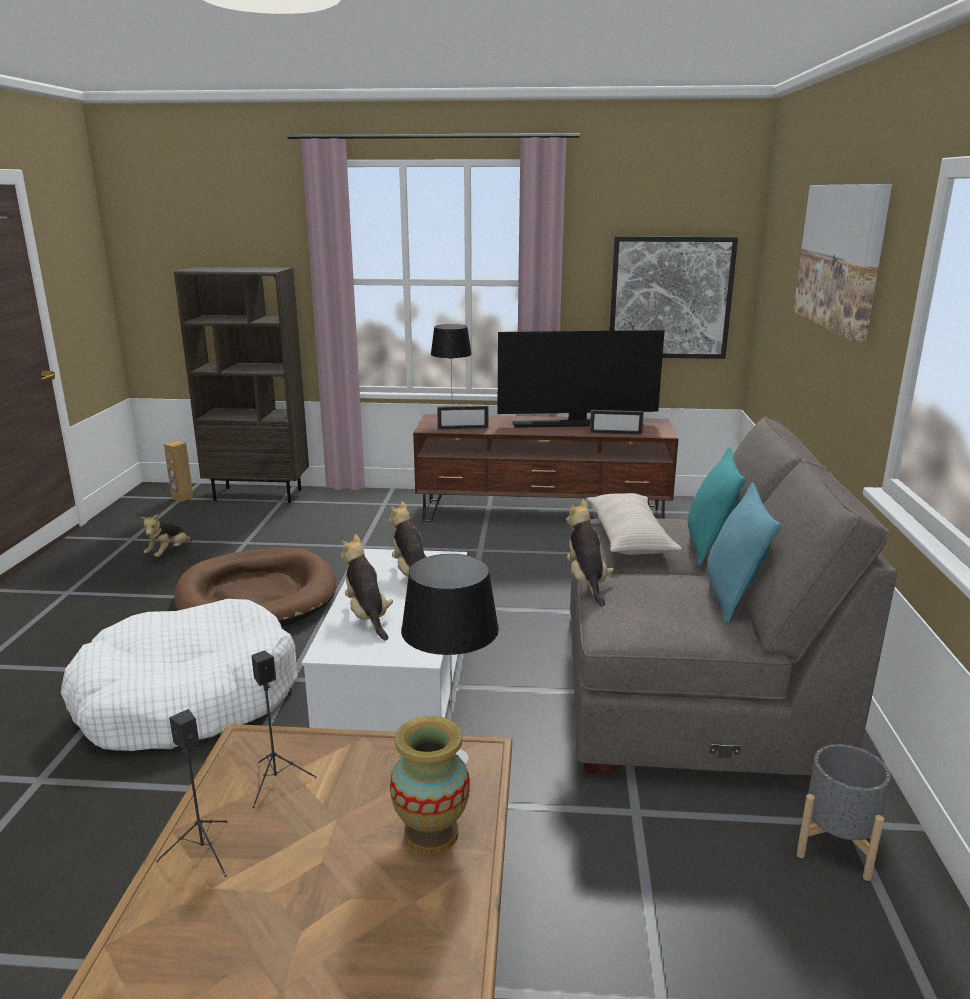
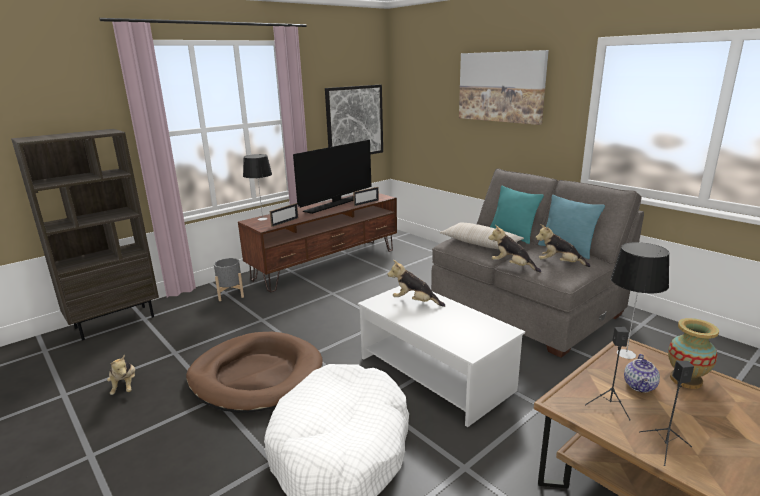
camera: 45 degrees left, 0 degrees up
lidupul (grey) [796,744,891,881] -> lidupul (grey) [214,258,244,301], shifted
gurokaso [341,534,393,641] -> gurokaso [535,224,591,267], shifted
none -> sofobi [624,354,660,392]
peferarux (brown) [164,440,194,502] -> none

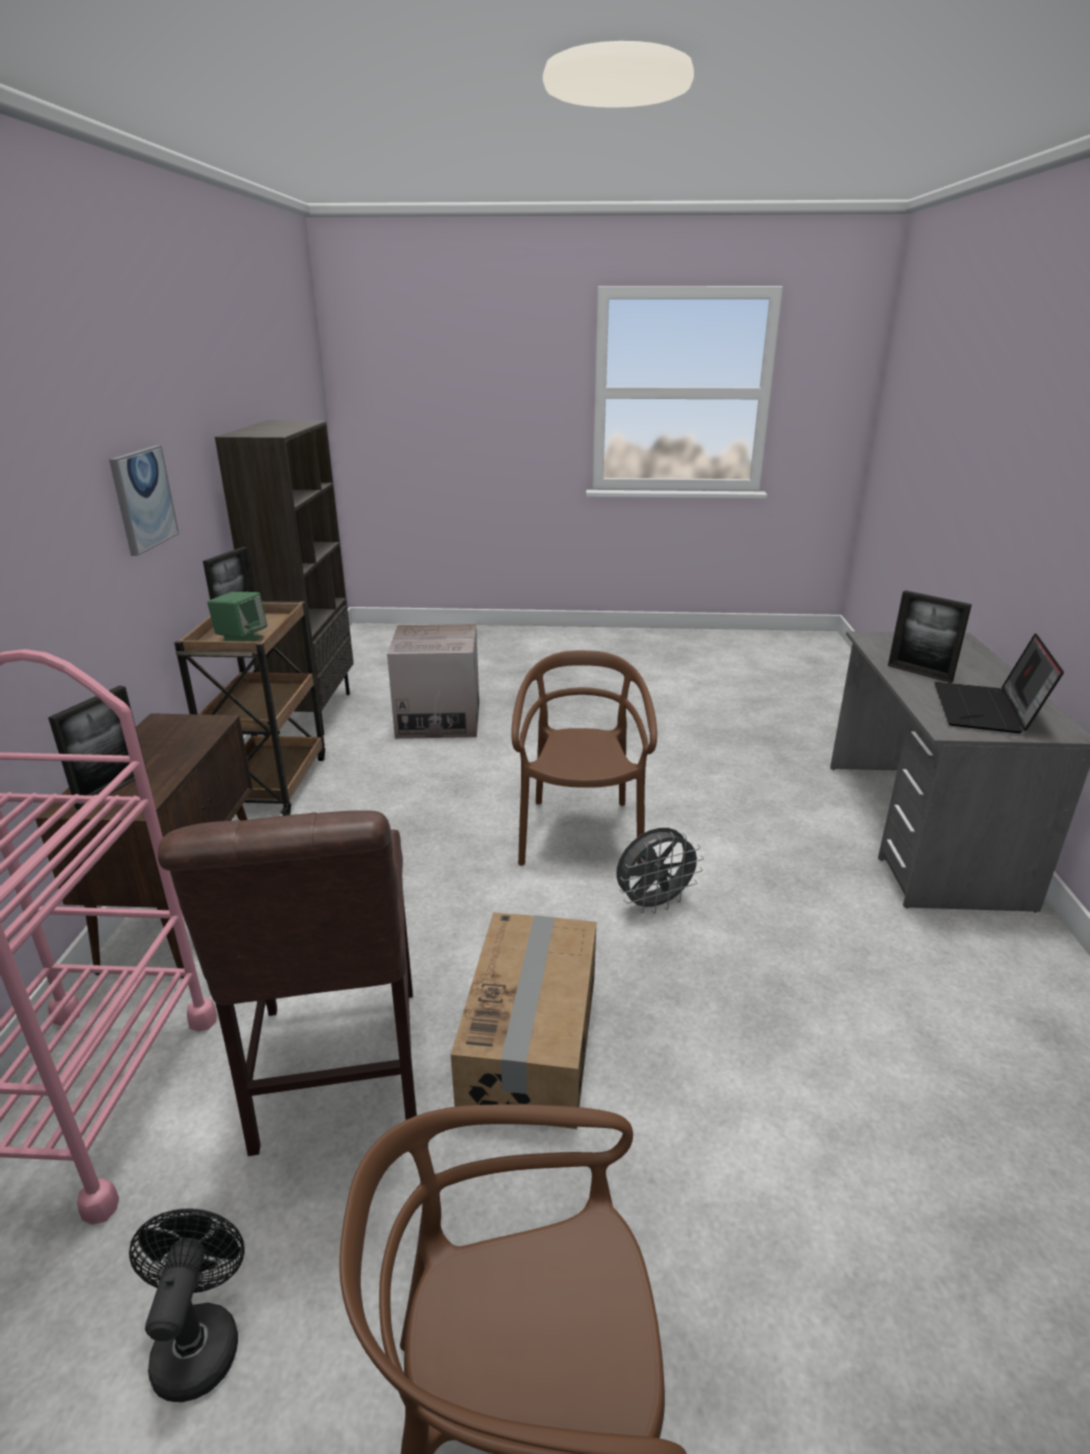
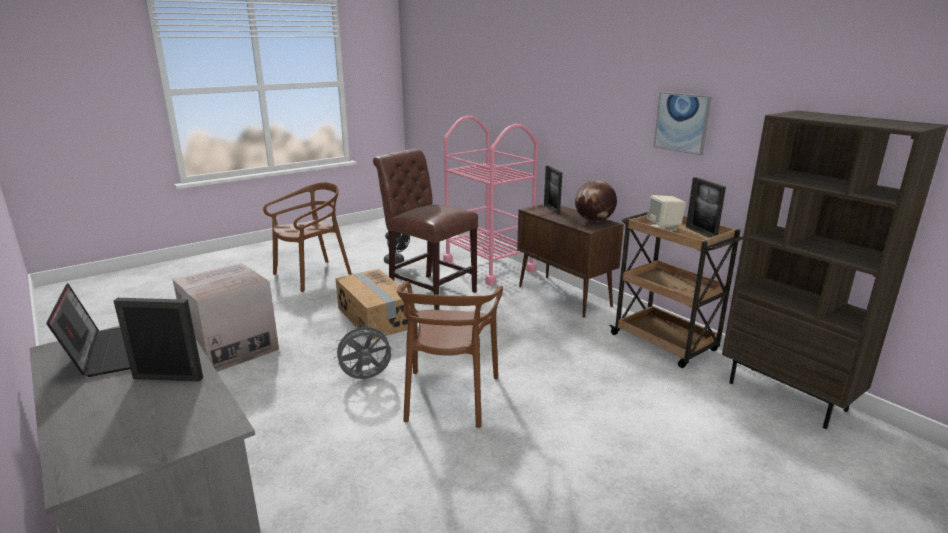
camera: 140 degrees right, 5 degrees down
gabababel [387,624,479,739] -> gabababel [172,262,279,372], shifted
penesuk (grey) [616,828,704,914] -> penesuk (grey) [333,323,393,379], 45 degrees clockwise
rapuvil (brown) [511,650,657,866] -> rapuvil (brown) [397,281,503,428], 45 degrees clockwise
none -> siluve [575,180,617,222]
peferarux (green) [207,592,267,642] -> peferarux (beige) [647,195,686,231]

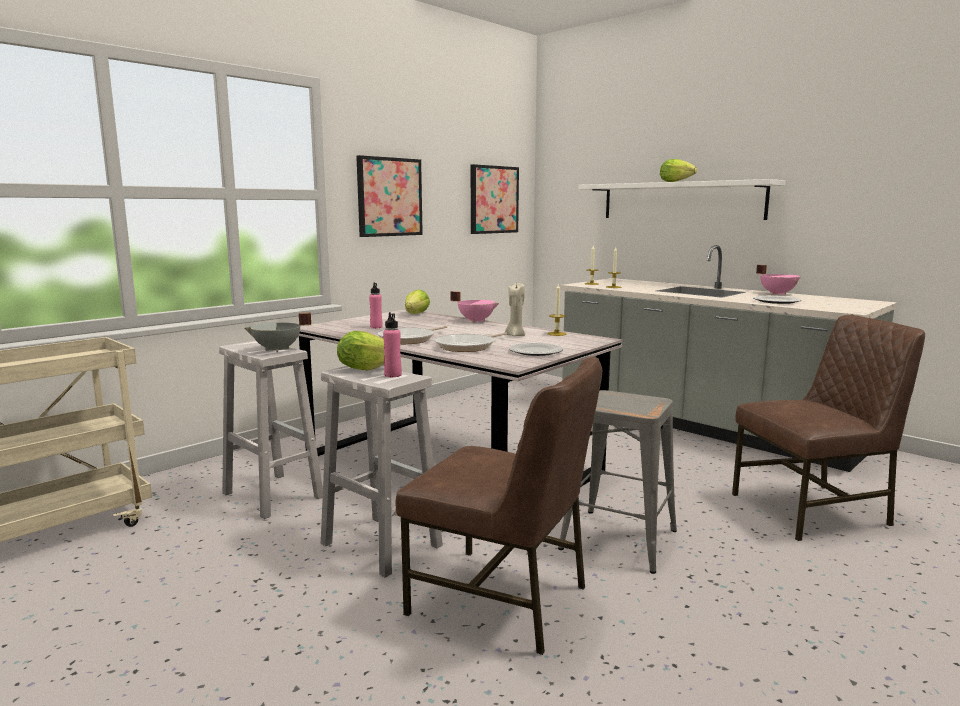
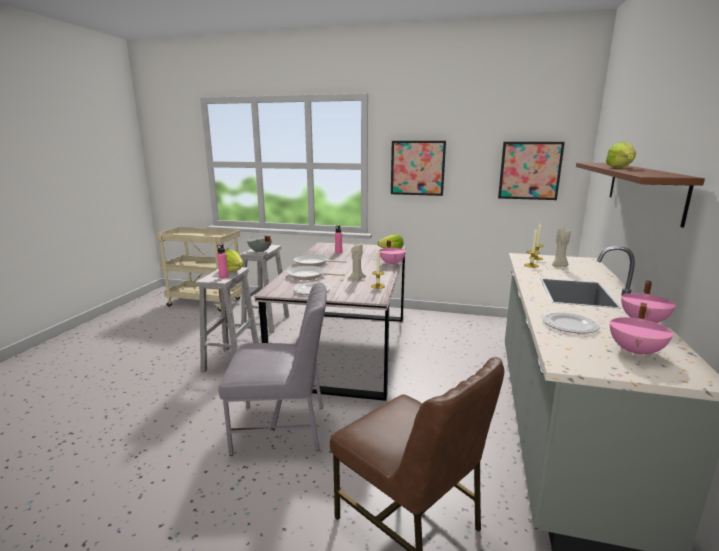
camera: 60 degrees right, 5 degrees up
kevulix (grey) [558,390,677,574] -> rapuvil (grey) [219,282,327,456]
none -> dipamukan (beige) [552,228,571,267]
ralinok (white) [578,179,786,220] -> ralinok (brown) [576,163,705,228]
none -> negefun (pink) [609,303,674,357]
rapuvil (brown) [395,357,602,655] -> none

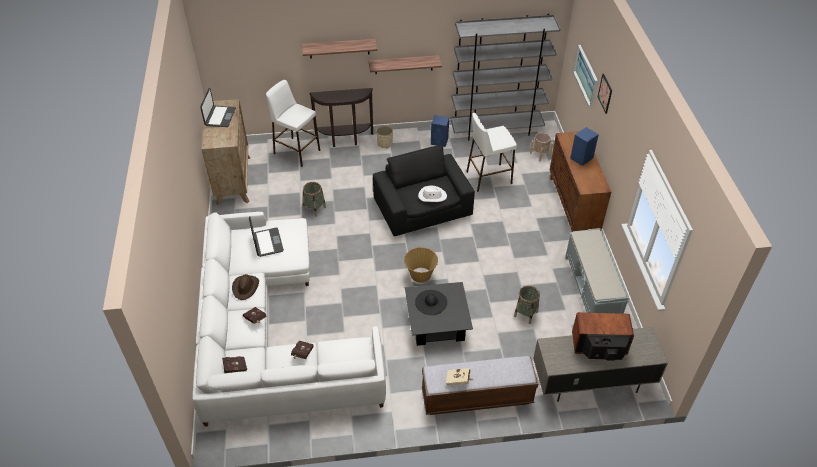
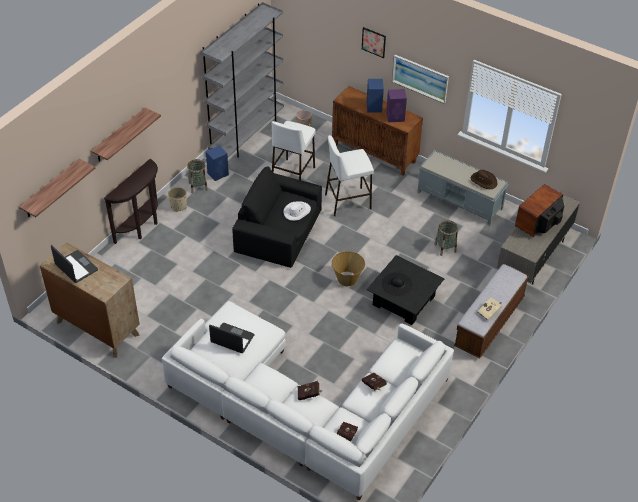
camera: 50 degrees left, 0 degrees up
ralinok [369,55,442,74] -> ralinok [19,159,95,217], shifted
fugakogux [303,182,326,217] -> fugakogux [187,159,208,193], shifted
kevulix (white) [266,80,320,167] -> kevulix (white) [325,135,374,216], shifted
none -> peferarux (purple) [386,89,407,122]
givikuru [573,45,598,108] -> givikuru [392,55,449,104], shifted
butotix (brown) [232,274,259,300] -> butotix (brown) [471,170,497,189], shifted

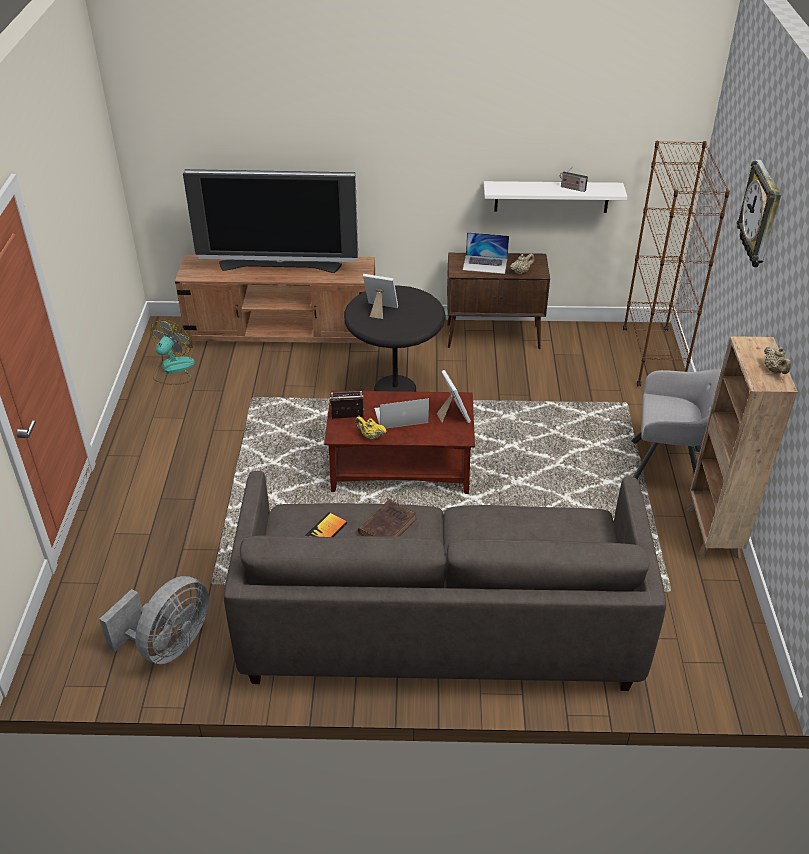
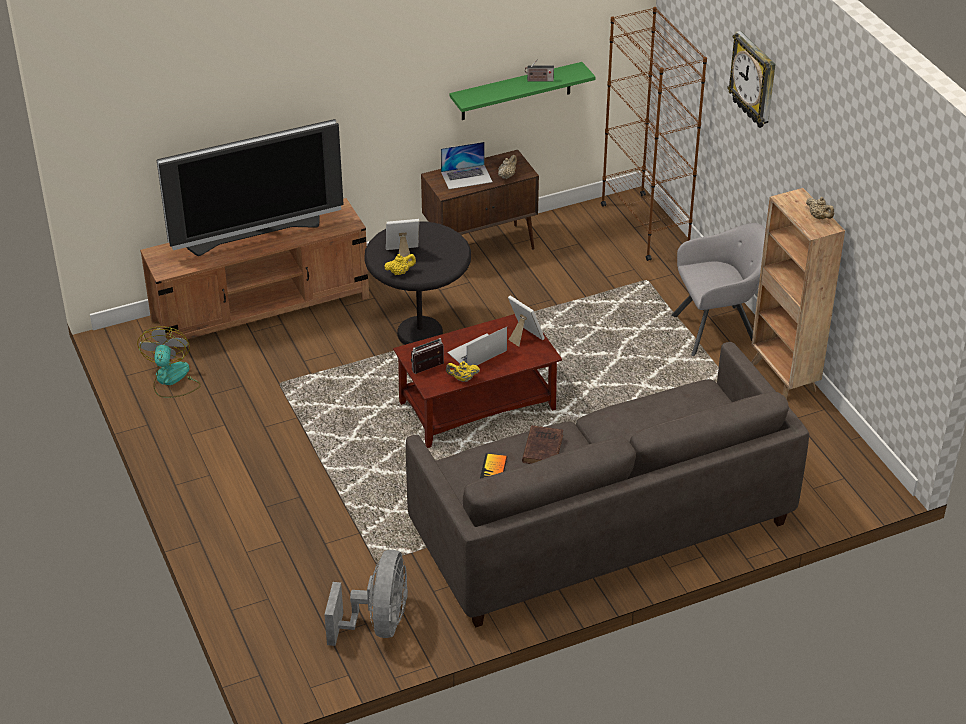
camera: 25 degrees left, 0 degrees up
none -> sofobi (yellow) [384,254,416,275]
ralinok (white) [484,181,627,213] -> ralinok (green) [450,62,596,120]

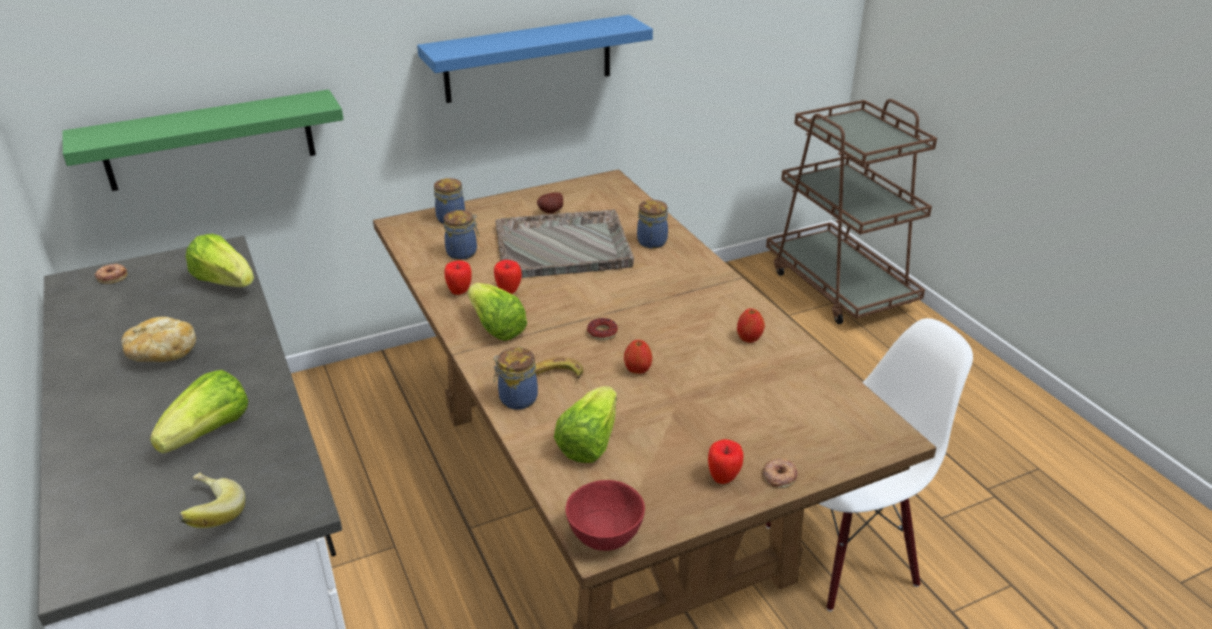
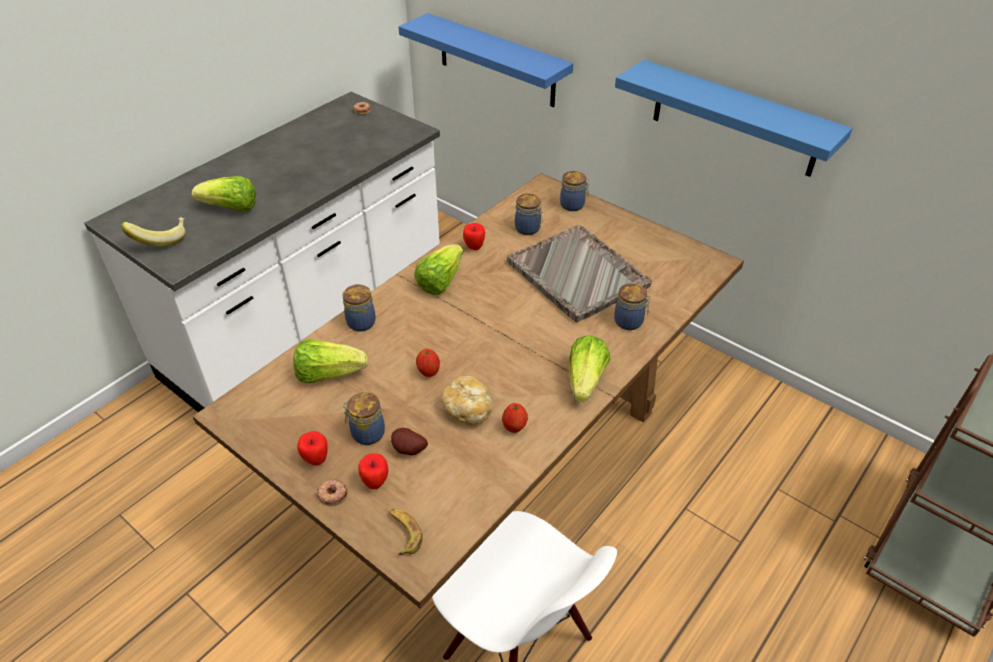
camera: 65 degrees right, 10 degrees up
none -> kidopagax [343,392,385,445]
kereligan [494,260,522,294] -> kereligan [358,453,388,489], shifted
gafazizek [535,357,584,380] -> gafazizek [389,509,423,555], shifted
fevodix [537,192,563,214] -> fevodix [391,428,428,456], shifted
ralinok (green) [62,90,344,191] -> ralinok (blue) [398,13,573,107]
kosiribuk [121,317,196,362] -> kosiribuk [441,376,493,425], shifted
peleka [185,234,254,287] -> peleka [569,335,611,402], shifted
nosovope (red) [566,480,645,551] -> none
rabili [587,318,618,340] -> none

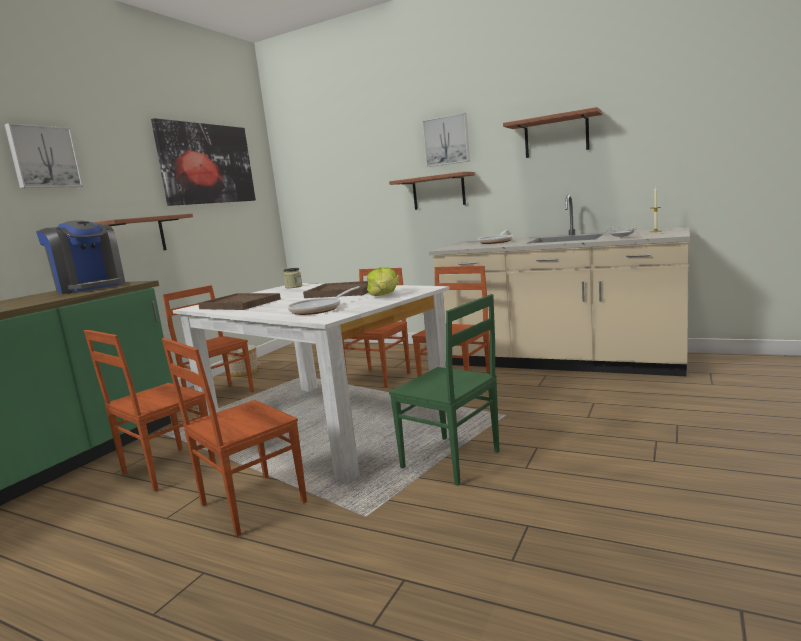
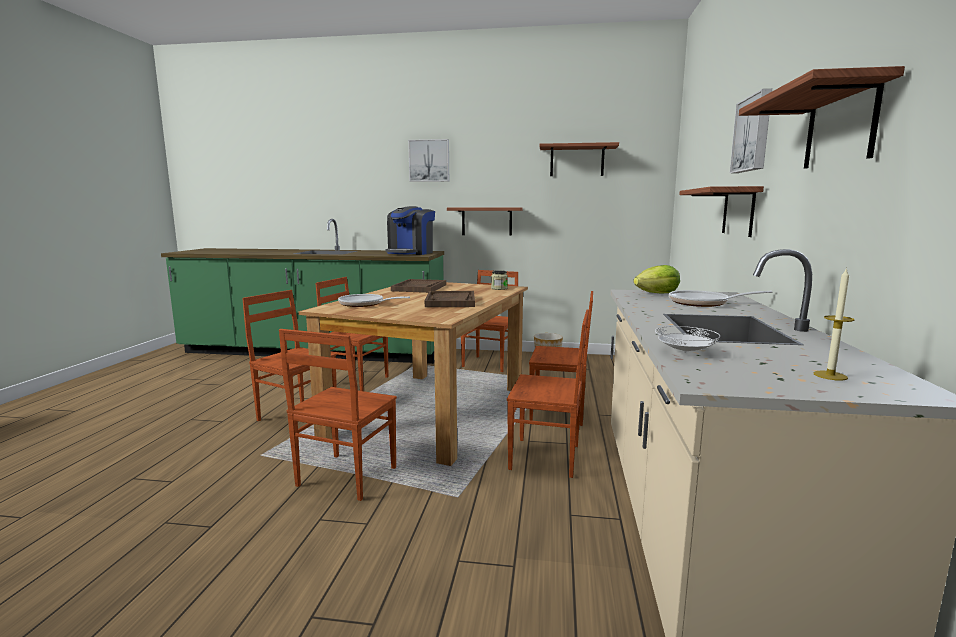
camera: 70 degrees right, 0 degrees up
rapuvil (green) [389,294,500,486] -> rapuvil (brown) [279,329,397,501]
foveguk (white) [173,283,450,483] -> foveguk (brown) [299,282,528,466]
givikuru [151,118,256,206] -> ralinok [539,142,619,176]
peleka [367,267,399,296] -> peleka [633,265,680,294], shifted

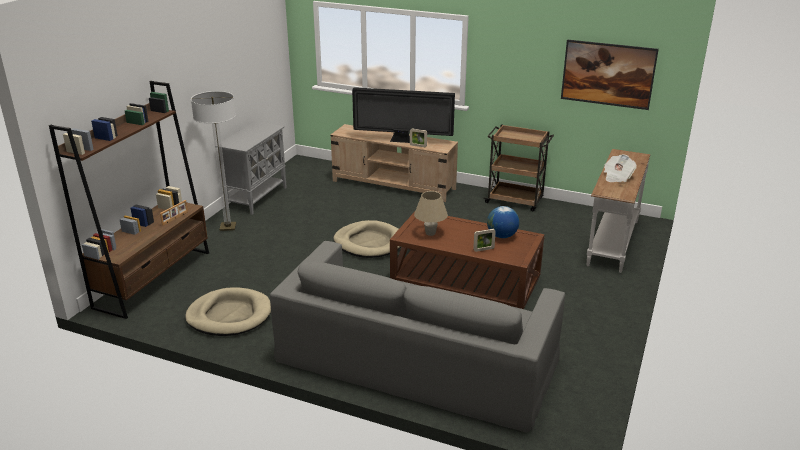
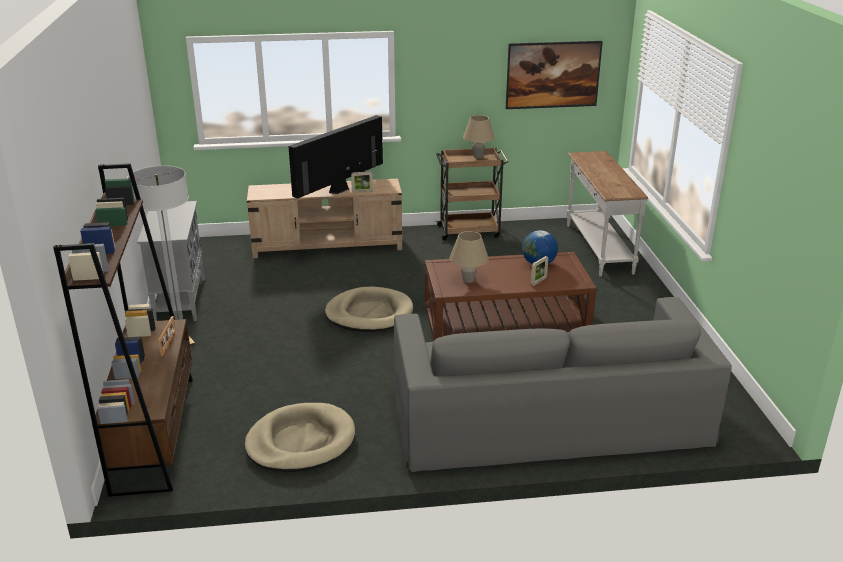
camera: 30 degrees left, 0 degrees up
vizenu [352,87,455,143] -> vizenu [288,115,383,199], 150 degrees clockwise
none -> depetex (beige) [463,115,495,158]
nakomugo [604,154,637,182] -> none

